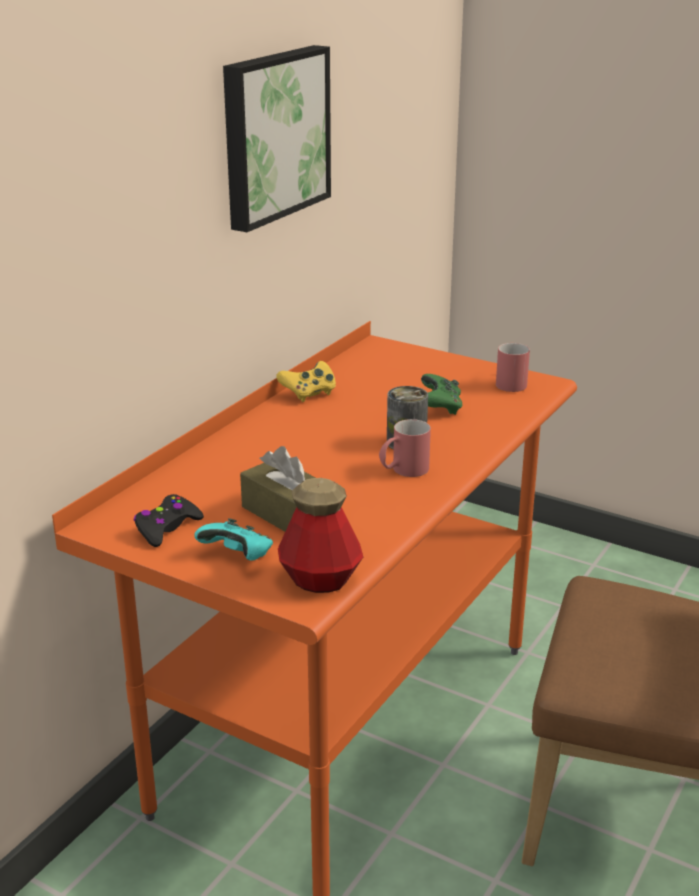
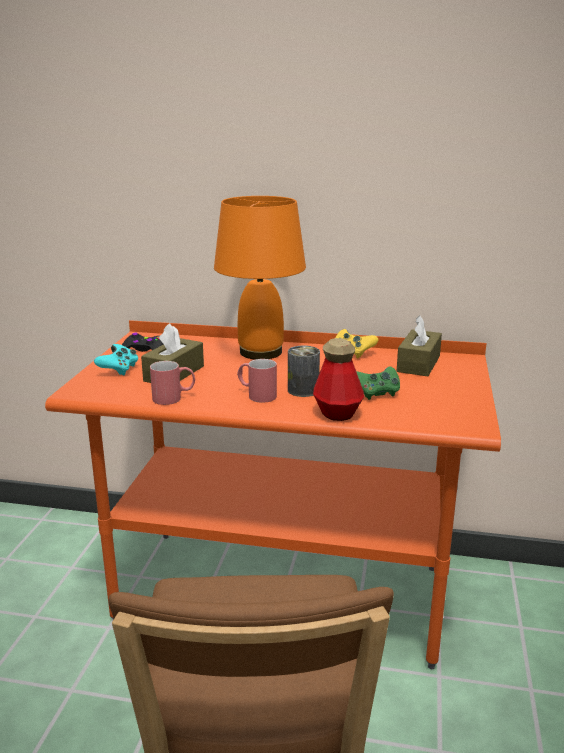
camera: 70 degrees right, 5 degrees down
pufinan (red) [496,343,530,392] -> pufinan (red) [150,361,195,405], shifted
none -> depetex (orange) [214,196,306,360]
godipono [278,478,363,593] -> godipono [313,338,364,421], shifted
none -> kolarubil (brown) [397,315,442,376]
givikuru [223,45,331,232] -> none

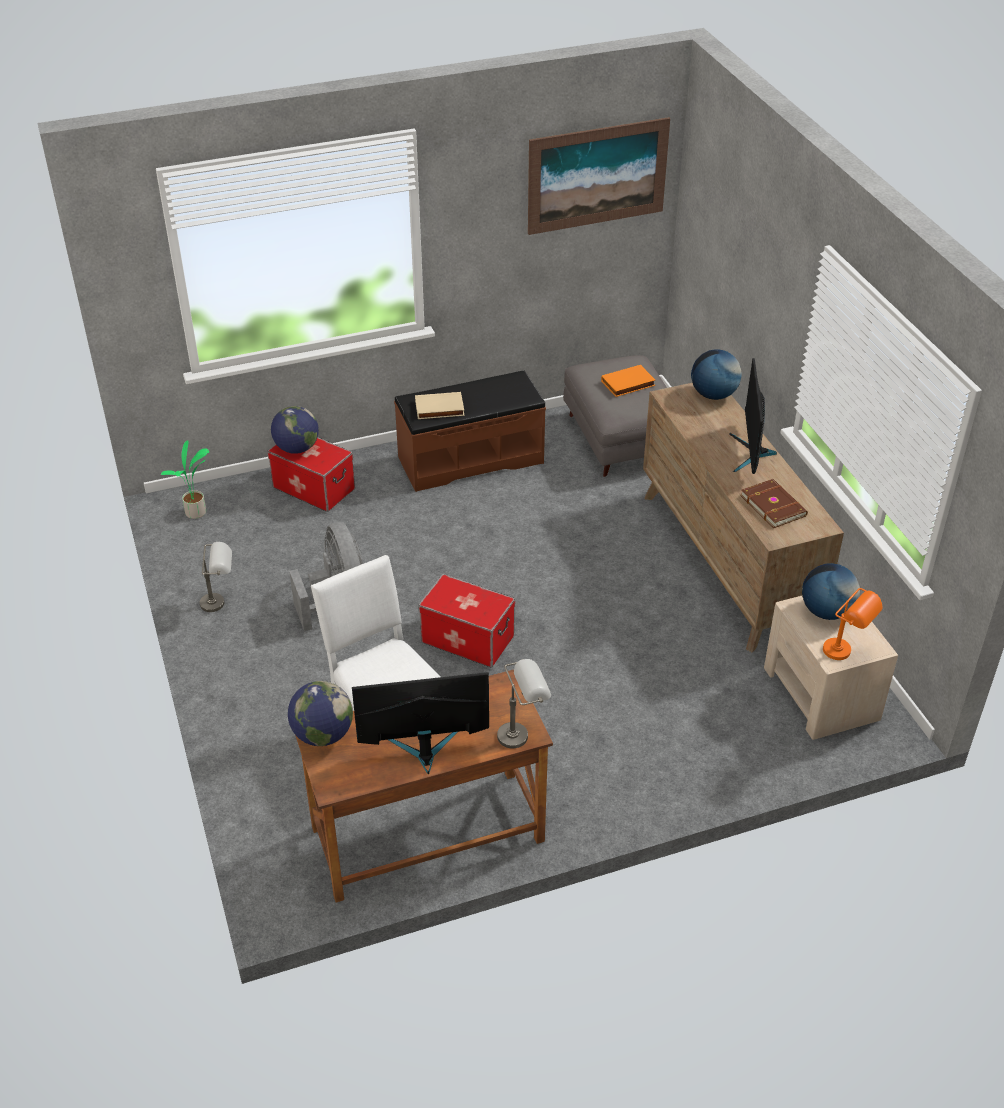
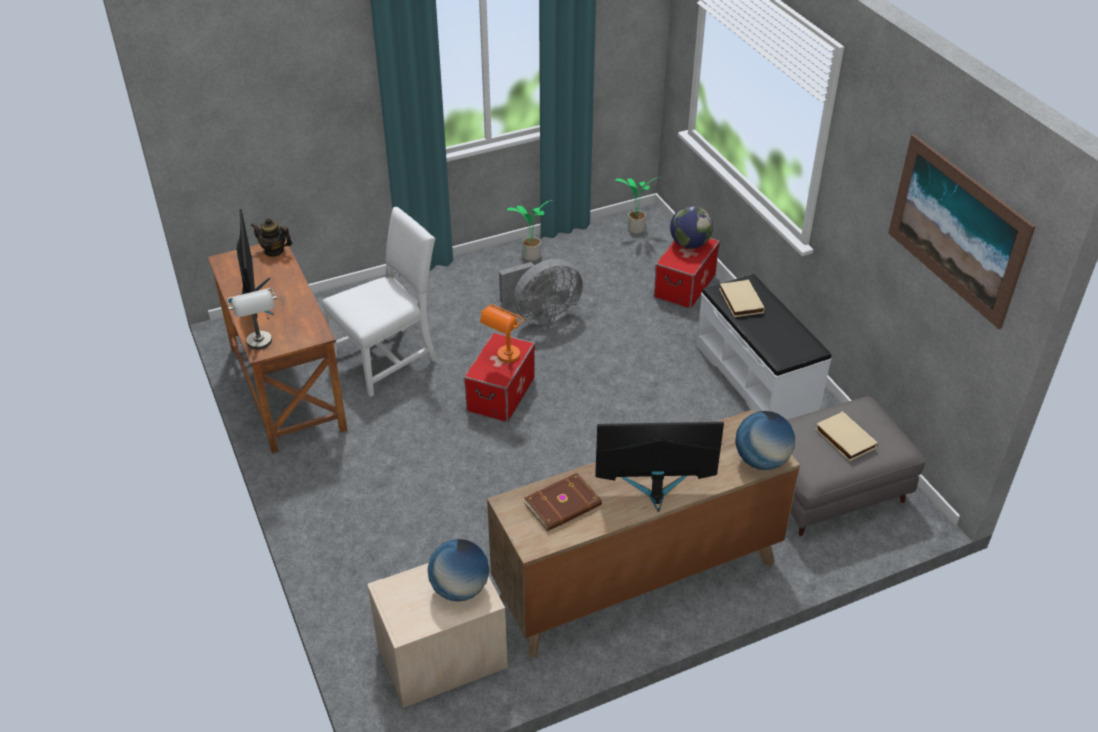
camera: 85 degrees right, 0 degrees up
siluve [288,681,353,746] -> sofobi [251,218,292,257]
depetex (orange) [823,588,883,660] -> depetex (orange) [480,304,524,363], shifted
depetex (grey) [200,542,232,612] -> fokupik [507,200,552,261]
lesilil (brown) [394,370,546,492] -> lesilil (white) [696,274,831,420]
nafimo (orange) [601,365,655,397] -> nafimo (beige) [815,411,878,461]

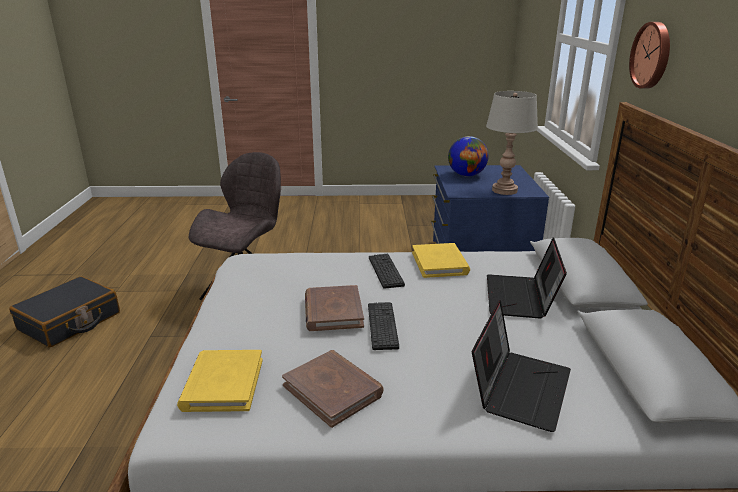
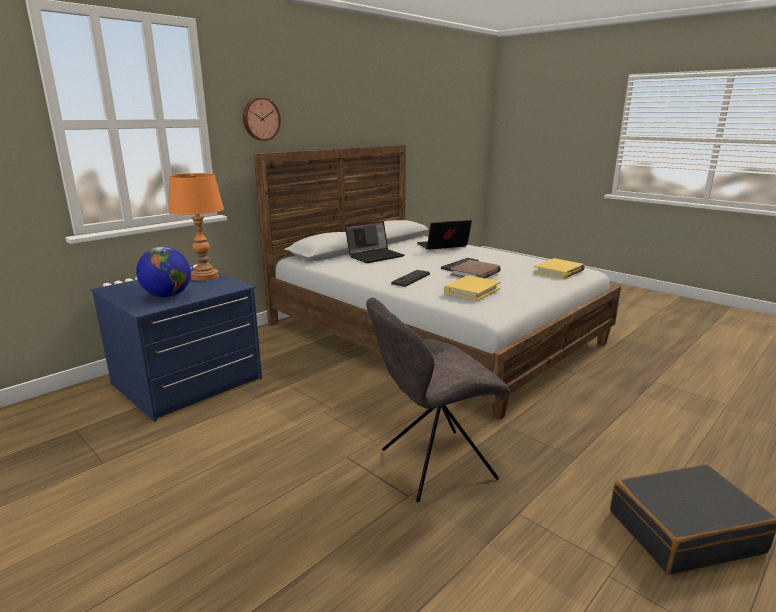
camera: 135 degrees left, 5 degrees down
depetex (grey) [486,91,538,195] -> depetex (orange) [168,173,224,281]
nafimo (yellow) [412,243,470,278] -> nafimo (yellow) [444,275,501,301], shifted
nafimo (brown) [282,350,384,428] -> none

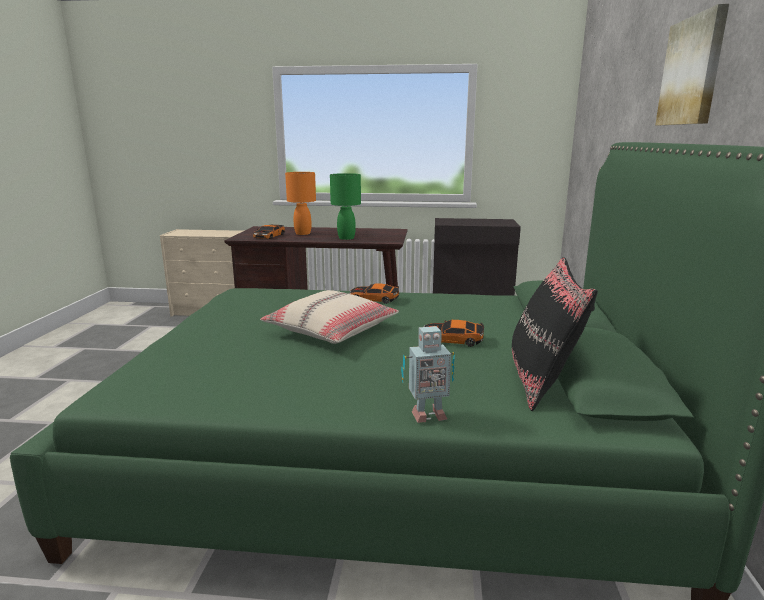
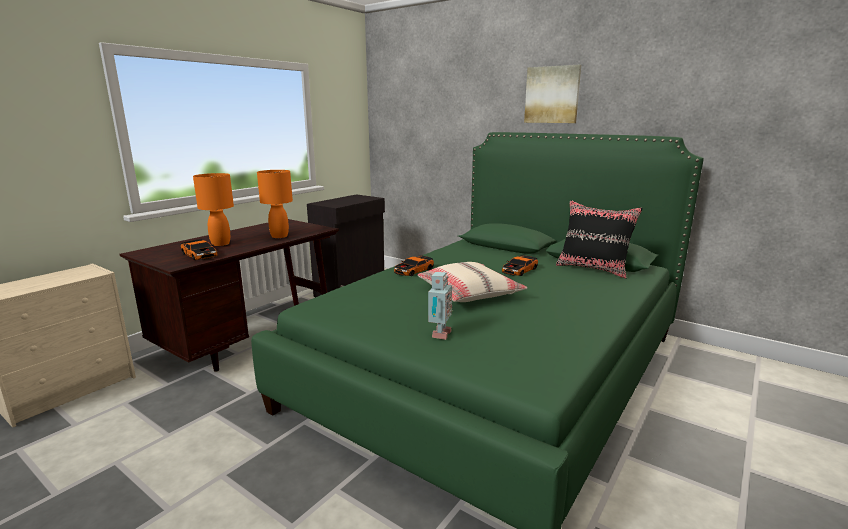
camera: 60 degrees left, 0 degrees up
depetex (green) [330,173,361,240] -> depetex (orange) [257,170,293,238]
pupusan [401,326,455,423] -> pupusan [428,272,453,340], shifted

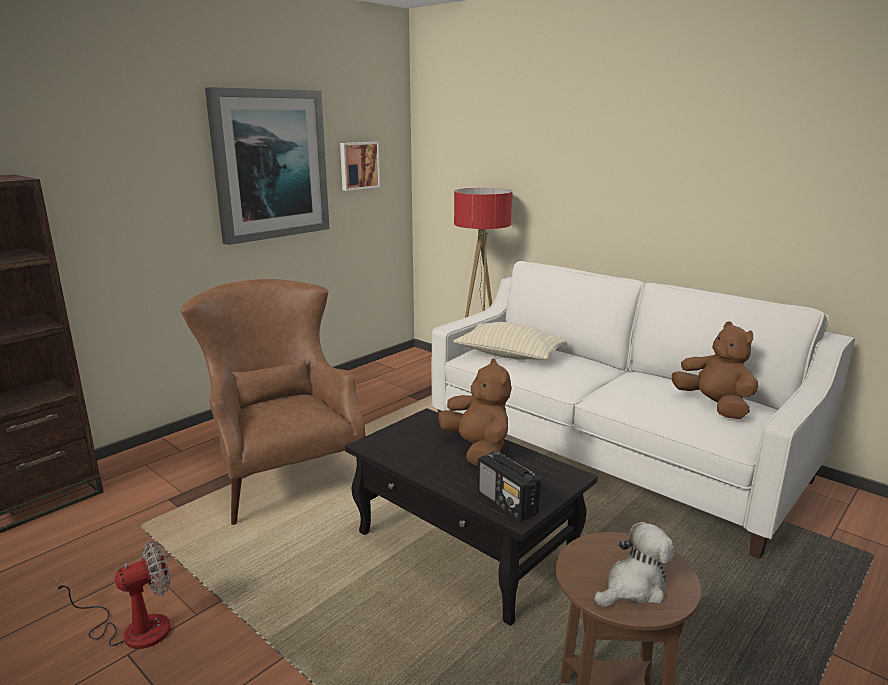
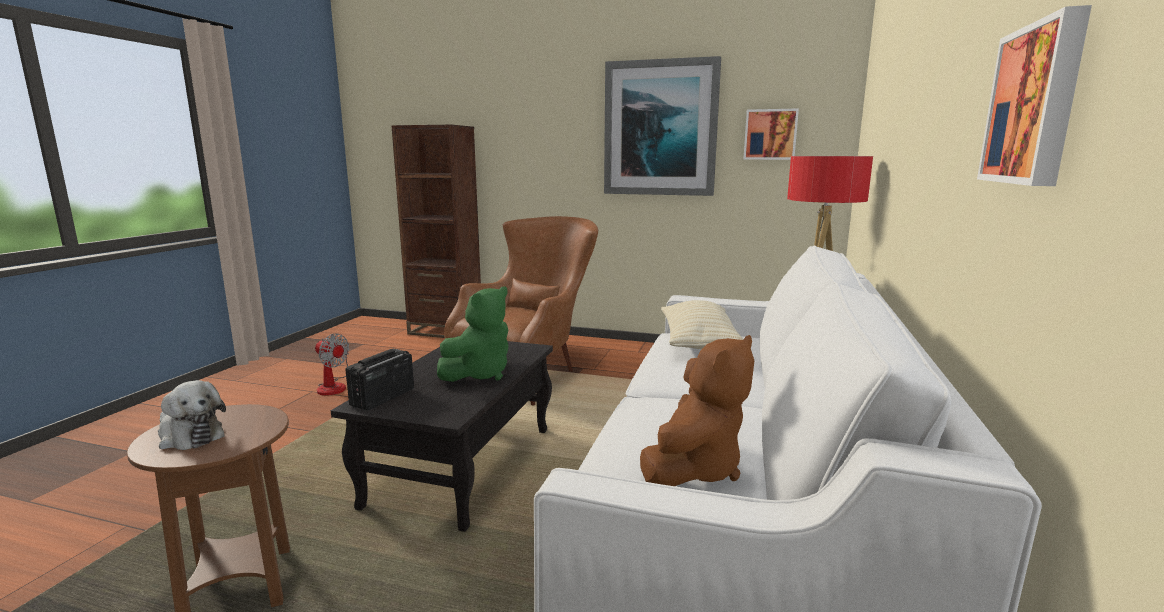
camera: 65 degrees right, 5 degrees down
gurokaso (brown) [438,359,511,466] -> gurokaso (green) [437,287,509,382]
none -> givikuru [977,5,1092,186]

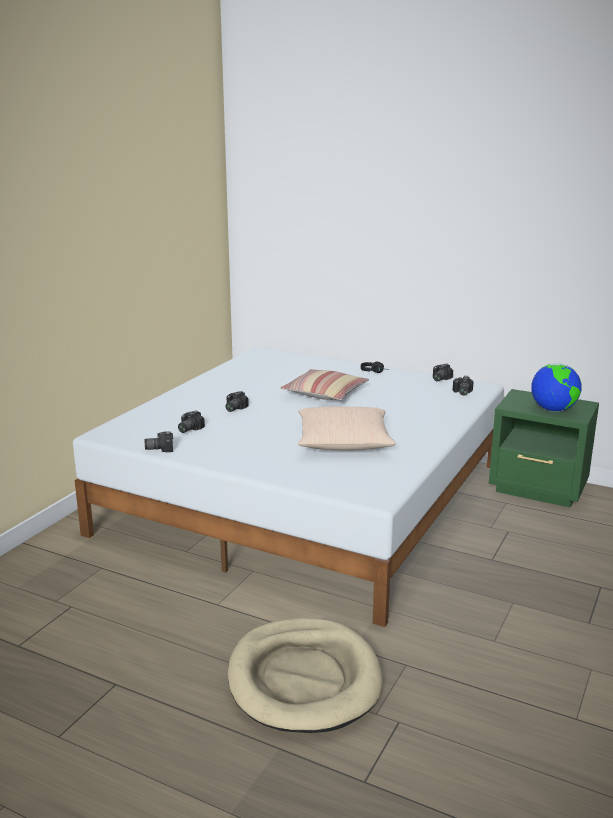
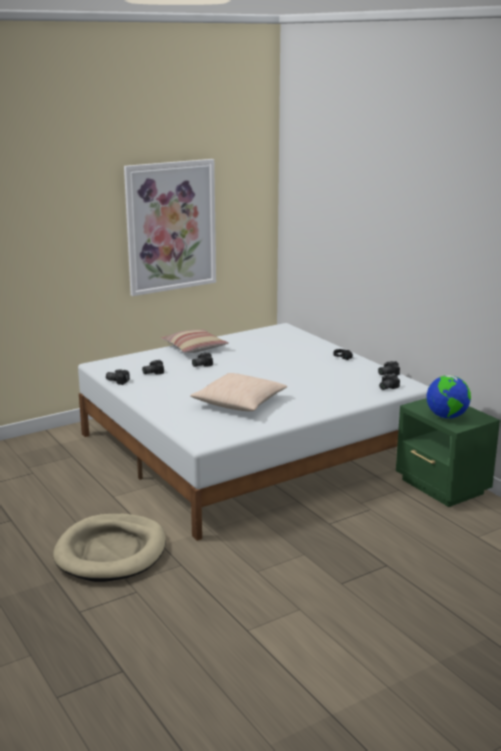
camera: 30 degrees right, 0 degrees up
none -> givikuru [124,159,216,296]
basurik [280,369,369,400] -> basurik [161,329,229,353], shifted

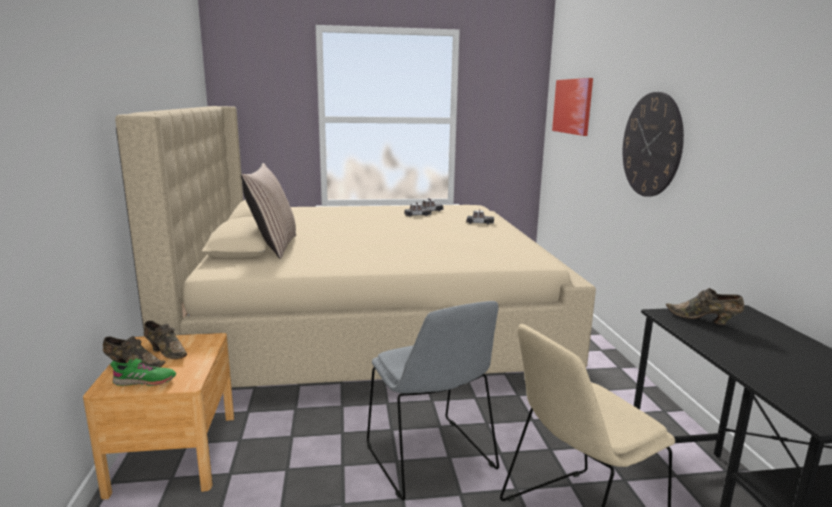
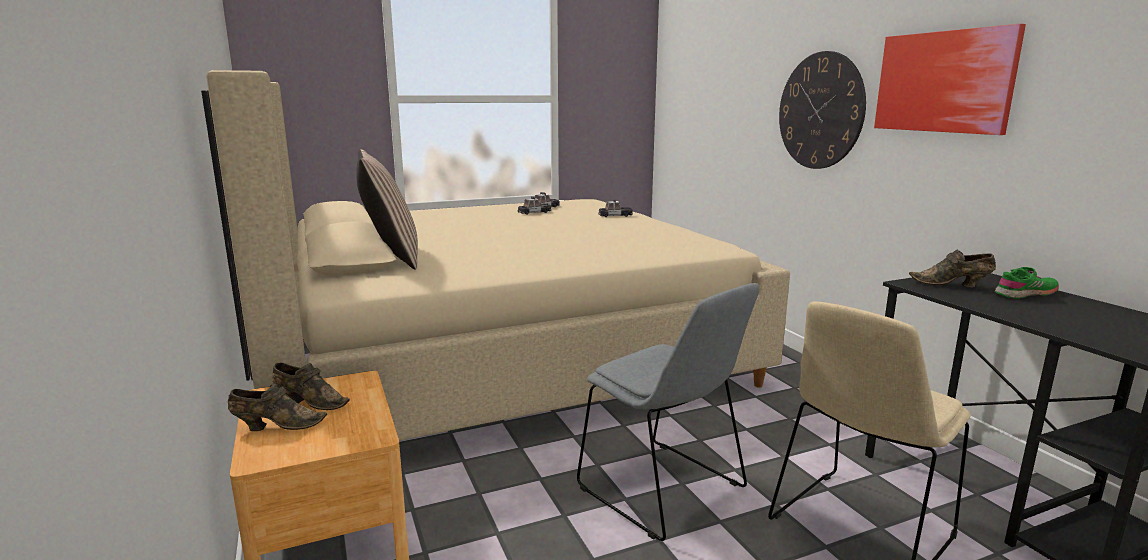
camera: 15 degrees left, 0 degrees up
givikuru [552,78,593,136] -> givikuru [874,24,1026,135], shifted
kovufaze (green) [110,358,176,386] -> kovufaze (green) [995,267,1059,299], shifted

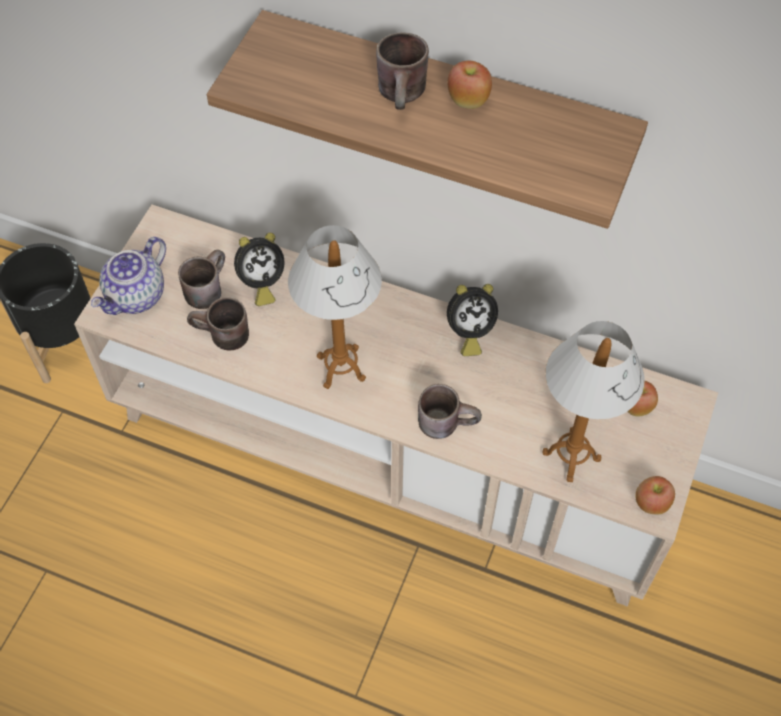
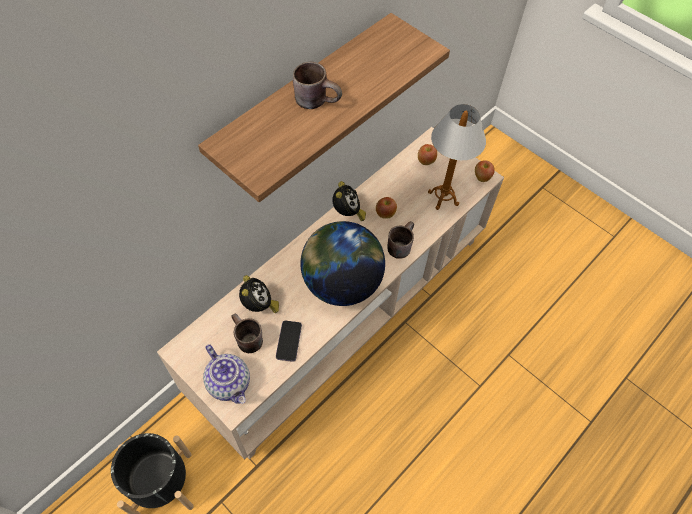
camera: 70 degrees left, 0 degrees up
pufinan (brown) [187,297,249,350] -> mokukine [276,321,302,362]
depetex [288,225,382,389] -> siluve [301,221,385,306]
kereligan [447,61,492,109] -> kereligan [376,197,397,219], shifted

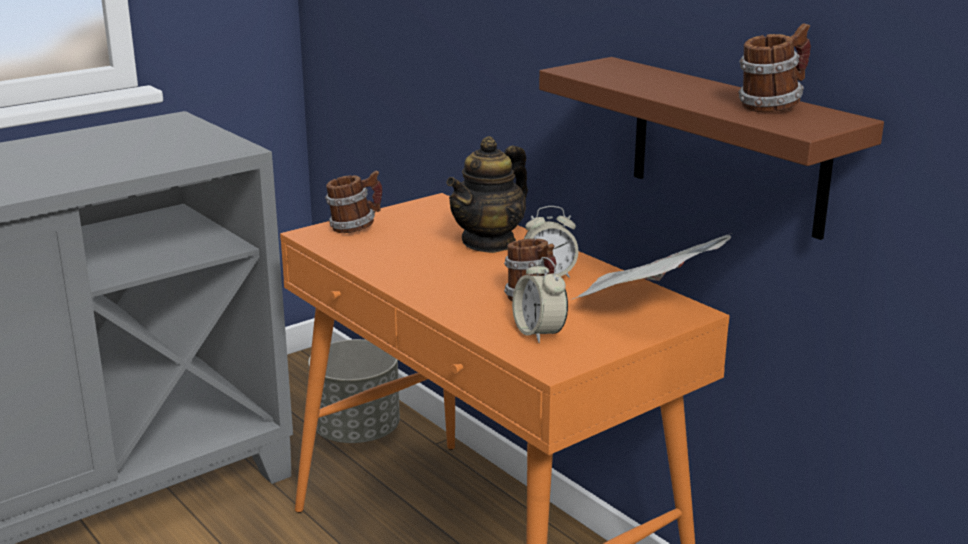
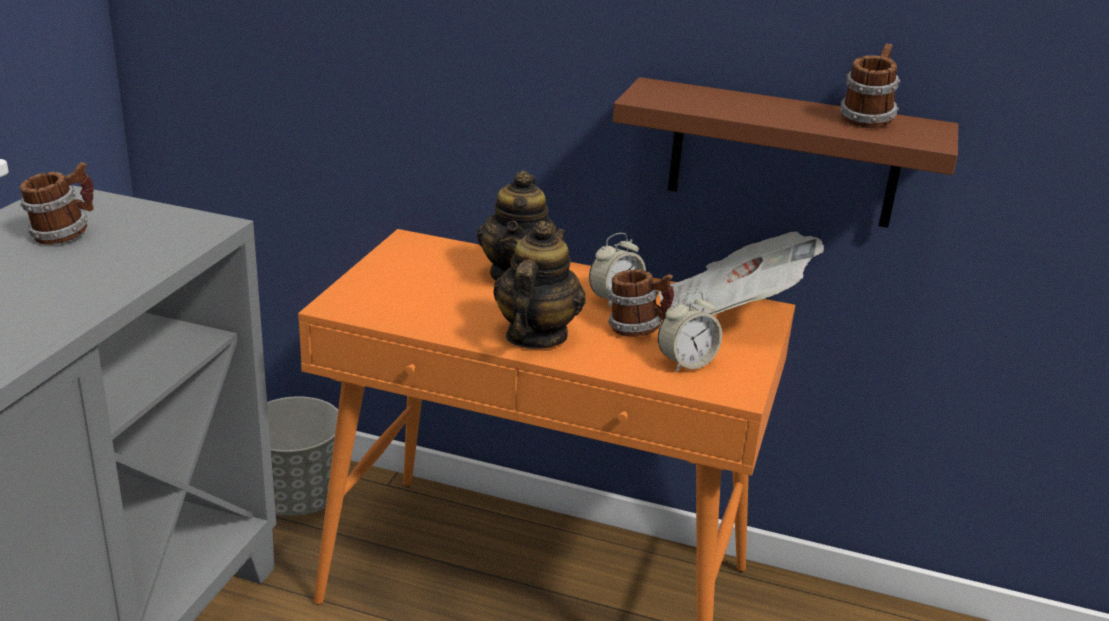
camera: 35 degrees left, 5 degrees up
pufinan [325,171,382,233] -> pufinan [20,162,94,245], shifted
none -> sofobi [493,221,586,349]
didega [512,257,568,343] -> didega [658,290,722,372], 60 degrees counterclockwise

